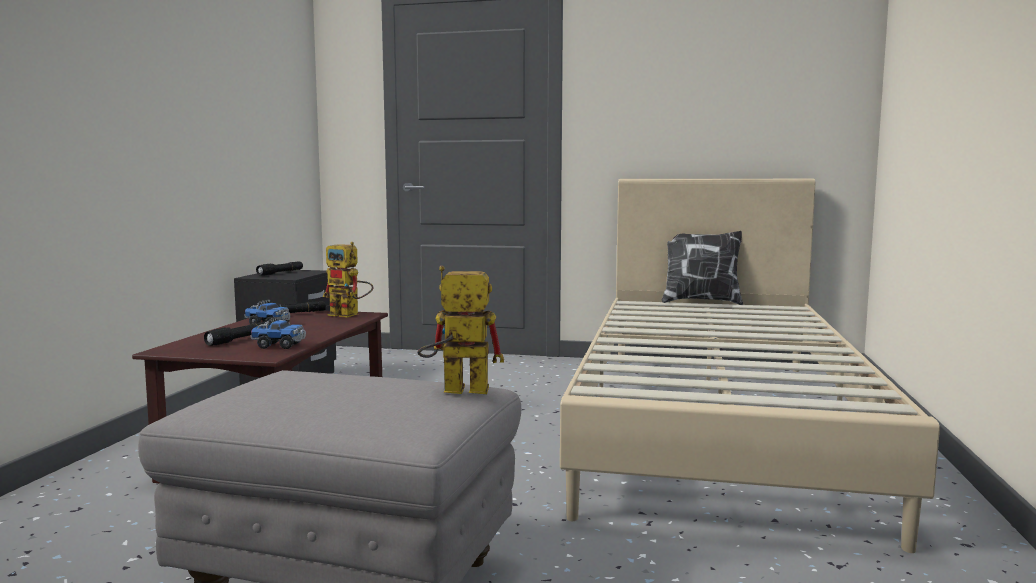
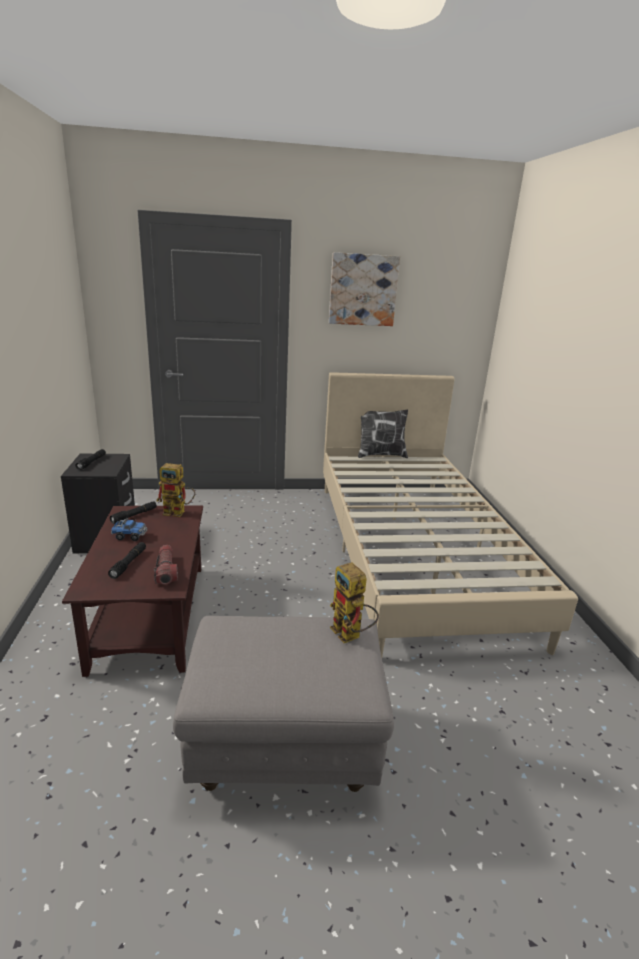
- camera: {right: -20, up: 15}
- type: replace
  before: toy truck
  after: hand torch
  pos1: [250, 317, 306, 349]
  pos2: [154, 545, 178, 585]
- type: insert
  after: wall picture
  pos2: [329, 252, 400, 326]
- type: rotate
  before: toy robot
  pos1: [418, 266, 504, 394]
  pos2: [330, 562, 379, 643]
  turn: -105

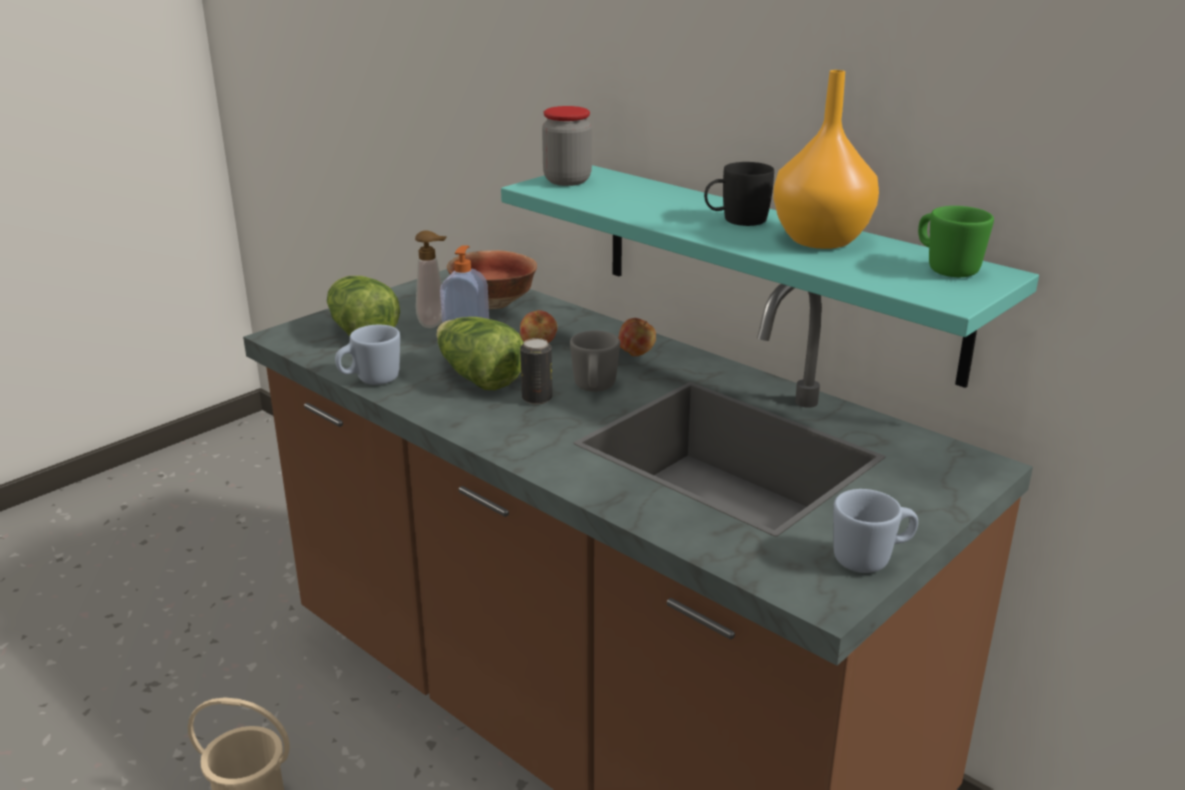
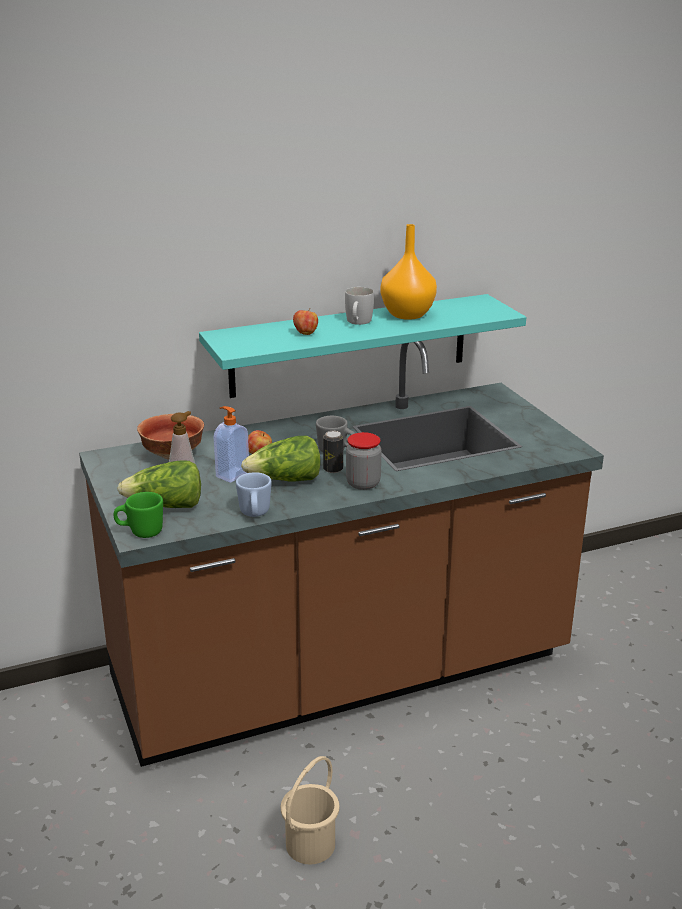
- camera: {right: -65, up: 0}
- type: move
  before: greenish tea mug
  pos1: [918, 206, 994, 277]
  pos2: [113, 492, 163, 538]
- type: move
  before: apple fruit
  pos1: [619, 318, 656, 356]
  pos2: [293, 308, 318, 335]
- type: recolor
  before: black tea mug
  after: whitish tea mug
  pos1: [704, 162, 774, 226]
  pos2: [345, 287, 374, 325]
- type: move
  before: storage jar
  pos1: [542, 106, 592, 186]
  pos2: [346, 432, 381, 490]
- type: delete
  before: bluish tea mug
  pos1: [833, 489, 918, 573]

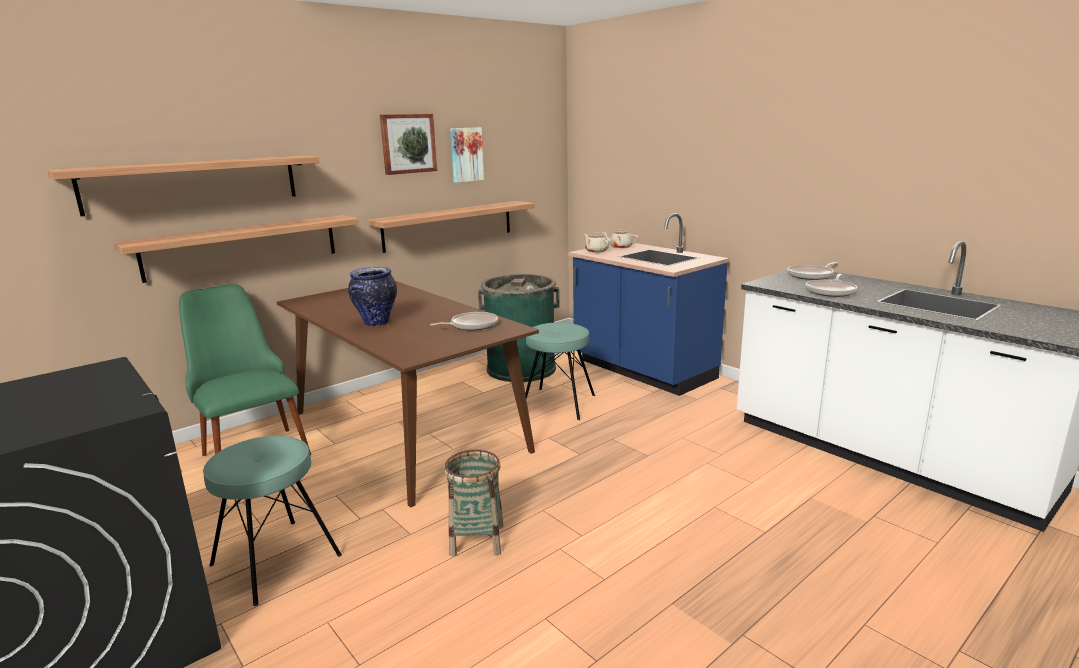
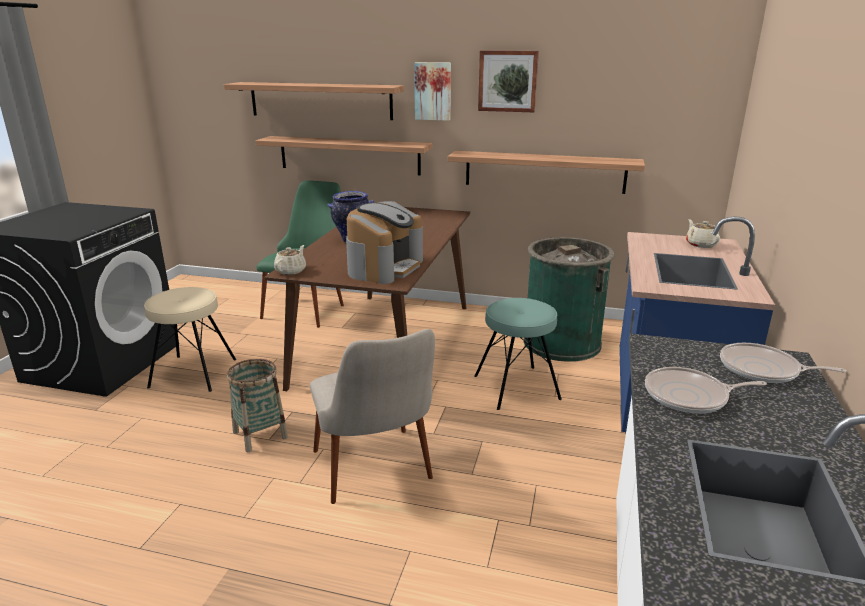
- camera: {right: 55, up: 5}
- type: recolor
  before: turquoise-coloured stool seat
  after: sand-coloured stool seat
  pos1: [203, 436, 342, 606]
  pos2: [144, 287, 237, 392]
- type: move
  before: sand-coloured teapot
  pos1: [584, 232, 609, 252]
  pos2: [274, 245, 306, 275]
- type: insert
  after: sand-coloured plain chair
  pos2: [310, 329, 435, 504]
- type: replace
  before: skillet
  after: coffee brewer
  pos1: [430, 312, 498, 330]
  pos2: [346, 201, 423, 284]
- type: move
  before: wall picture
  pos1: [450, 127, 484, 183]
  pos2: [414, 62, 451, 121]

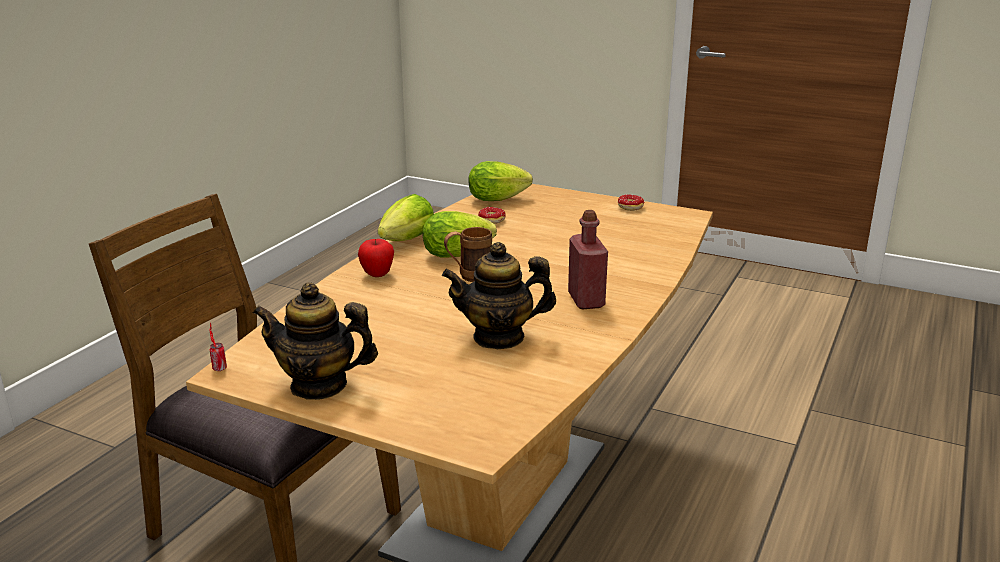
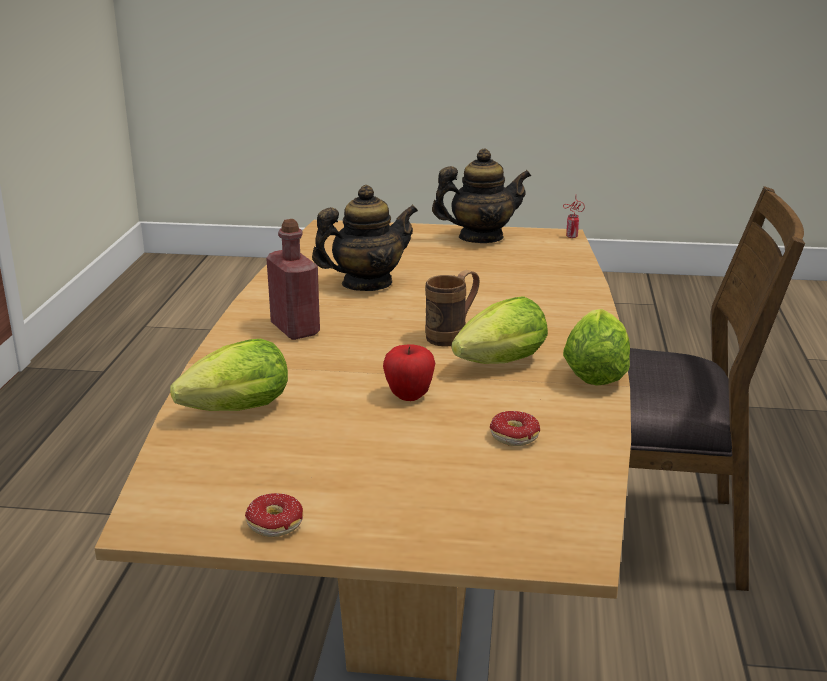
- camera: {right: 160, up: 0}
- type: move
  before: head of lettuce
  pos1: [468, 161, 533, 201]
  pos2: [170, 339, 288, 411]
- type: move
  before: apple fruit
  pos1: [358, 239, 394, 277]
  pos2: [383, 344, 435, 401]

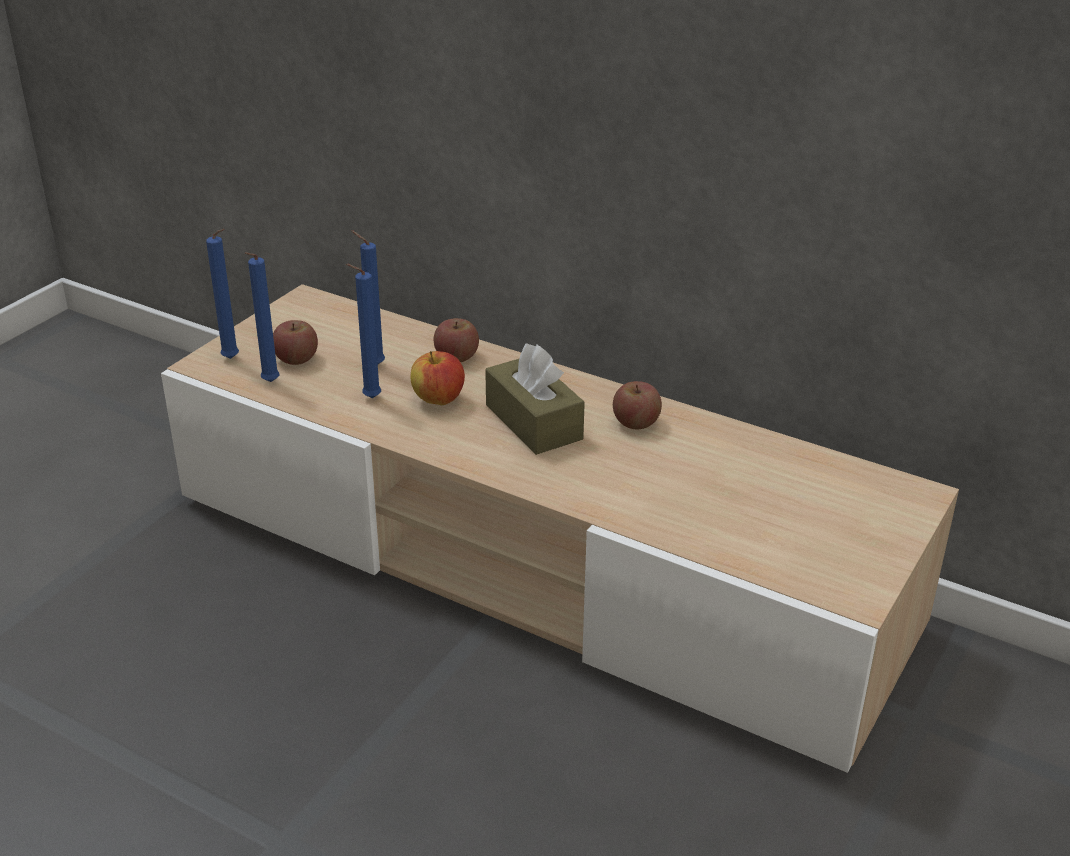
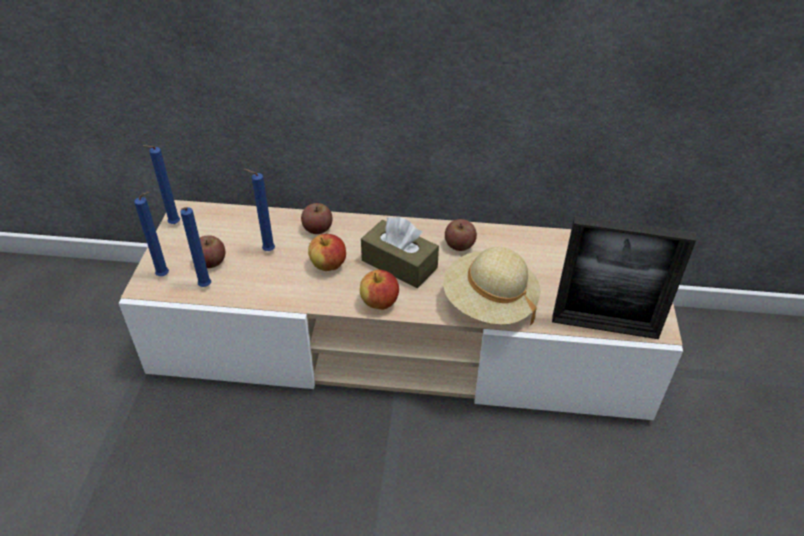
- camera: {right: -25, up: 10}
- type: move
  before: bluish wax light
  pos1: [346, 264, 381, 398]
  pos2: [143, 145, 180, 224]
- type: insert
  after: apple fruit
  pos2: [360, 270, 399, 310]
- type: insert
  after: sand-coloured hat
  pos2: [443, 247, 541, 325]
- type: insert
  after: picture frame
  pos2: [552, 216, 696, 339]

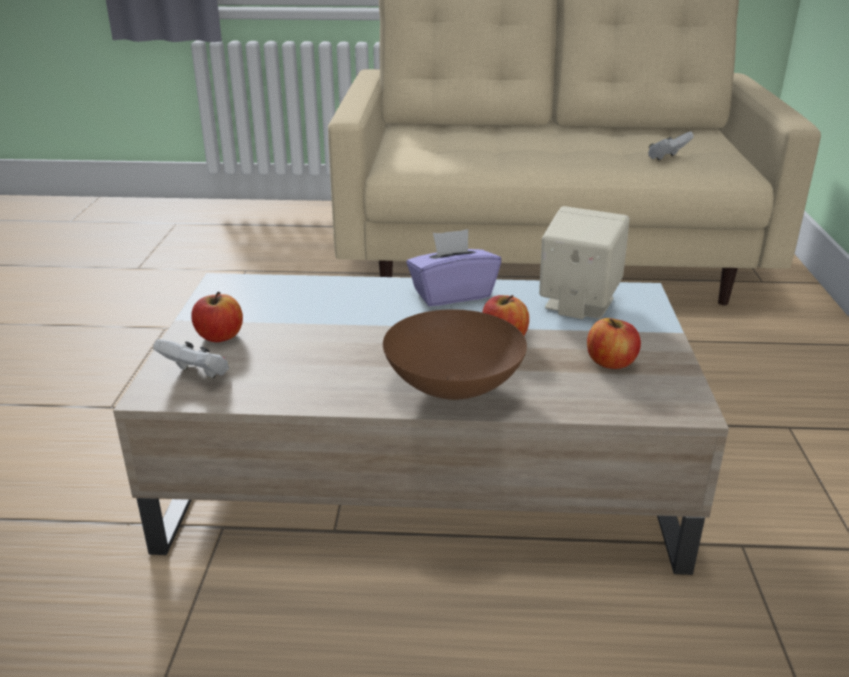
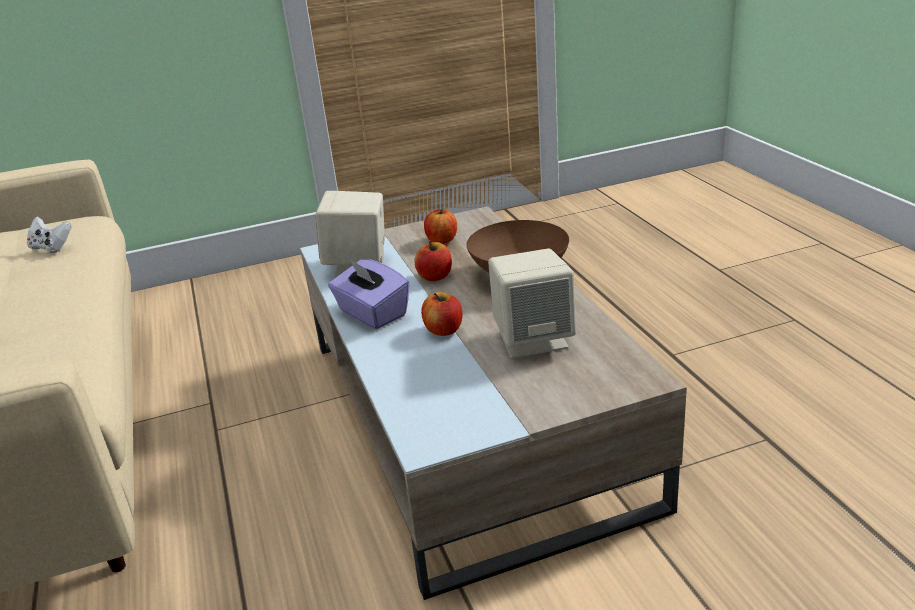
- camera: {right: -110, up: 0}
- type: move
  before: apple fruit
  pos1: [191, 291, 243, 342]
  pos2: [421, 292, 463, 336]
- type: insert
  after: sand-coloured loudspeaker
  pos2: [488, 248, 576, 358]
- type: delete
  before: whitish joypad
  pos1: [153, 339, 229, 378]

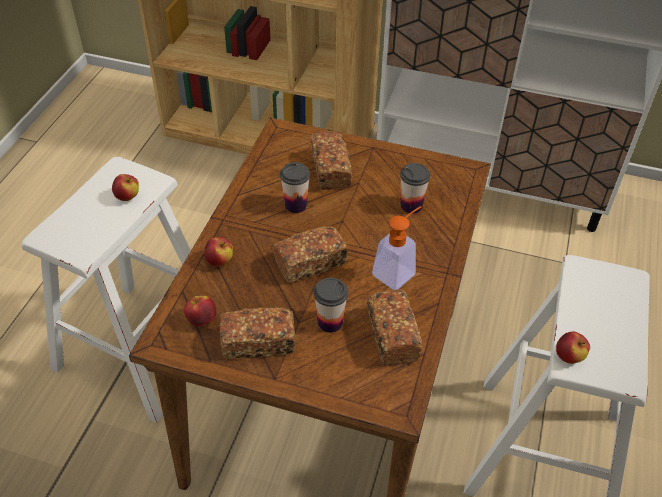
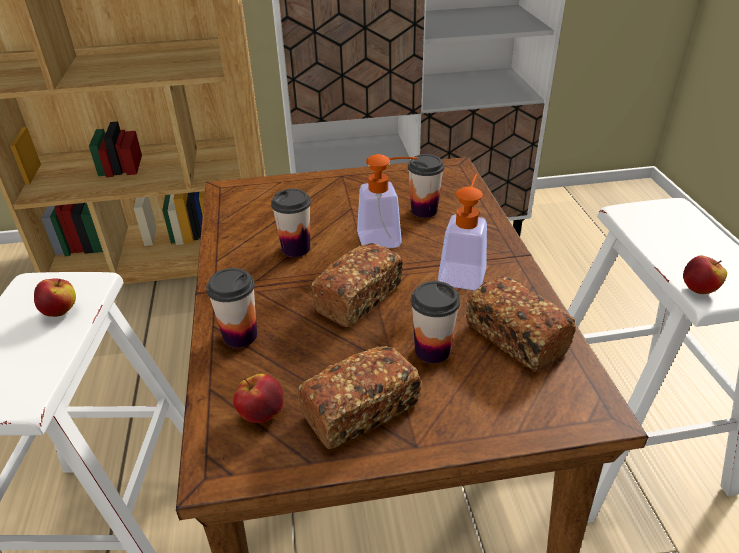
- camera: {right: -25, up: -10}
- type: replace
  before: apple fruit
  after: cup
  pos1: [204, 237, 233, 266]
  pos2: [206, 268, 257, 348]
- type: insert
  after: soap bottle
  pos2: [357, 154, 418, 248]
- type: delete
  before: bread
  pos1: [311, 131, 352, 190]

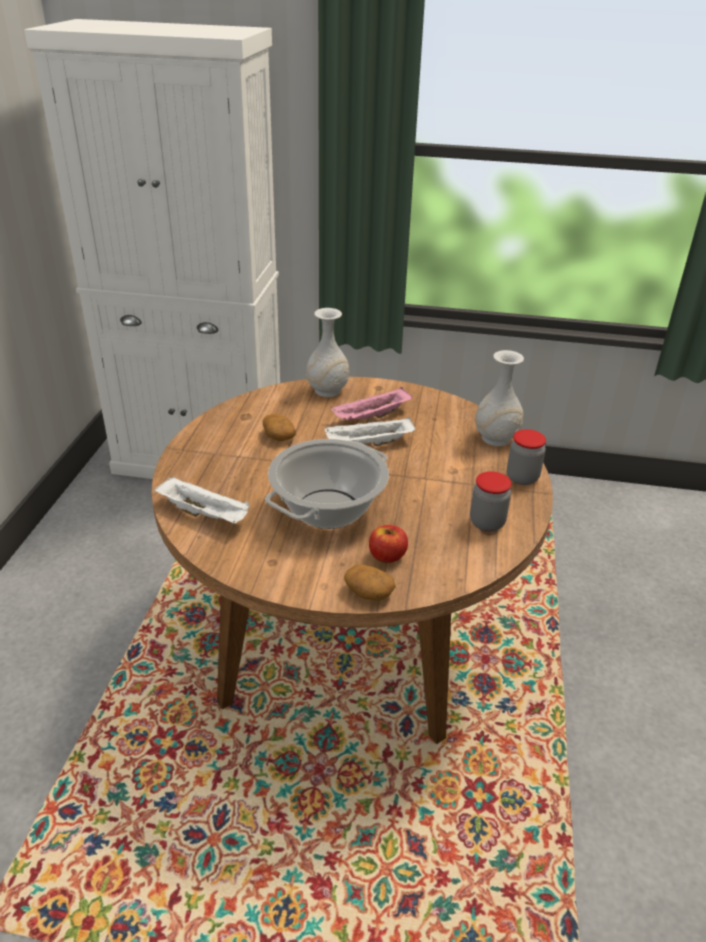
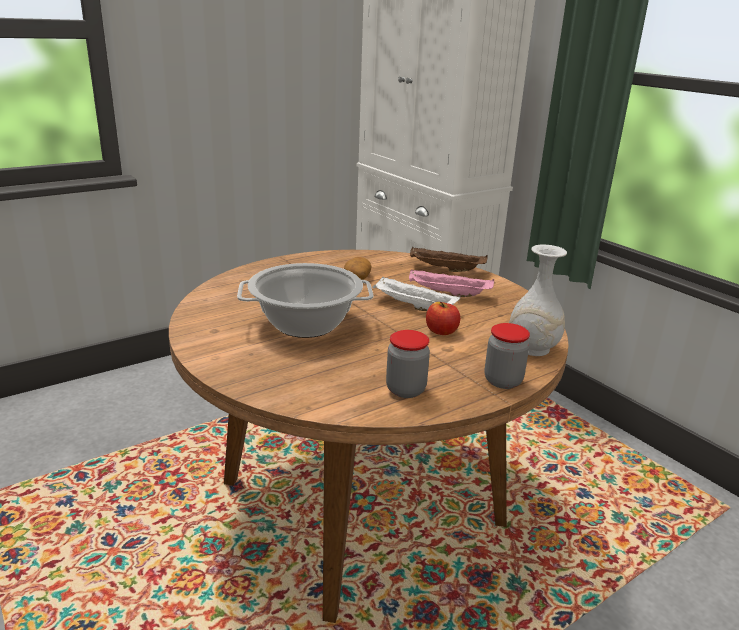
- camera: {right: 45, up: -10}
- type: replace
  before: whitish vase
  after: brownish carrying tray
  pos1: [306, 308, 349, 397]
  pos2: [410, 247, 488, 272]
- type: move
  before: apple fruit
  pos1: [369, 525, 408, 563]
  pos2: [426, 302, 460, 335]
- type: delete
  before: whitish carrying tray
  pos1: [154, 477, 250, 524]
- type: delete
  before: spud
  pos1: [344, 564, 396, 600]

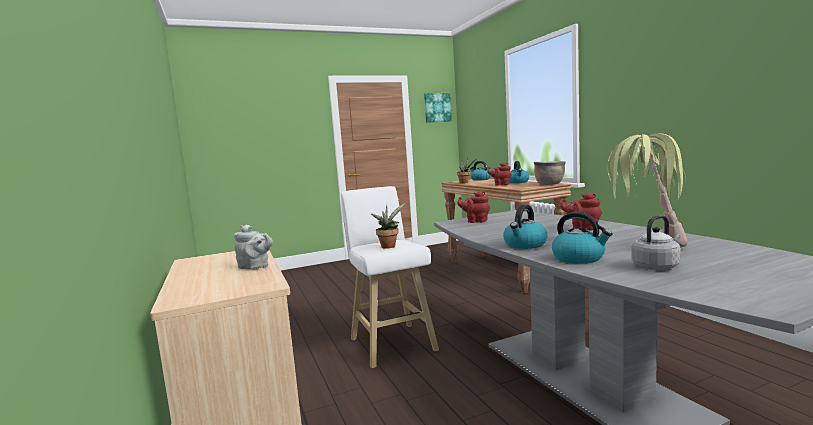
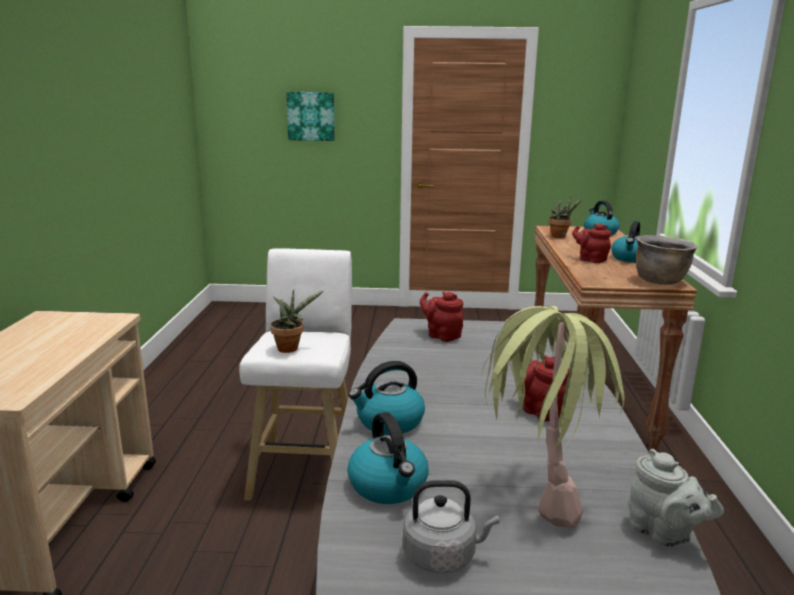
- camera: {right: 25, up: 10}
- type: move
  before: wall picture
  pos1: [424, 93, 452, 123]
  pos2: [286, 92, 335, 141]
- type: move
  before: grey teapot
  pos1: [234, 225, 273, 270]
  pos2: [629, 449, 724, 547]

